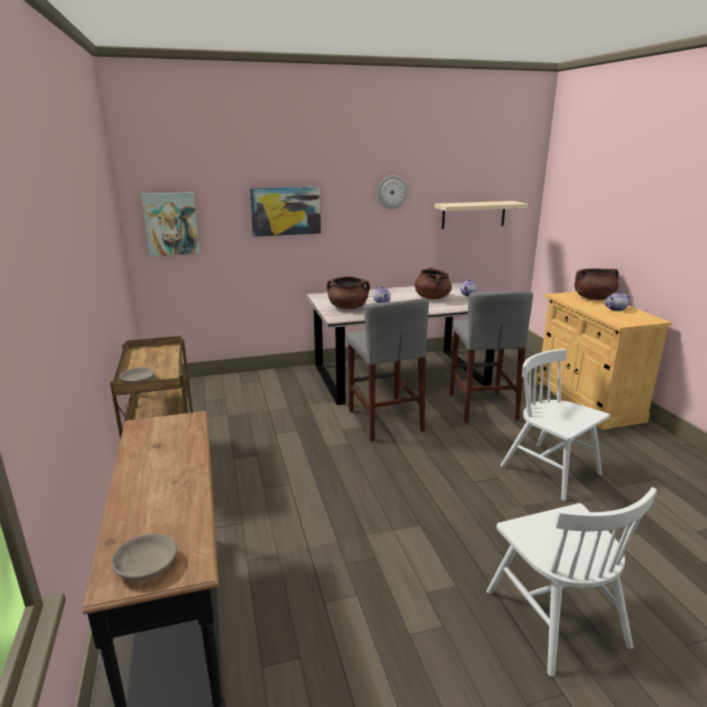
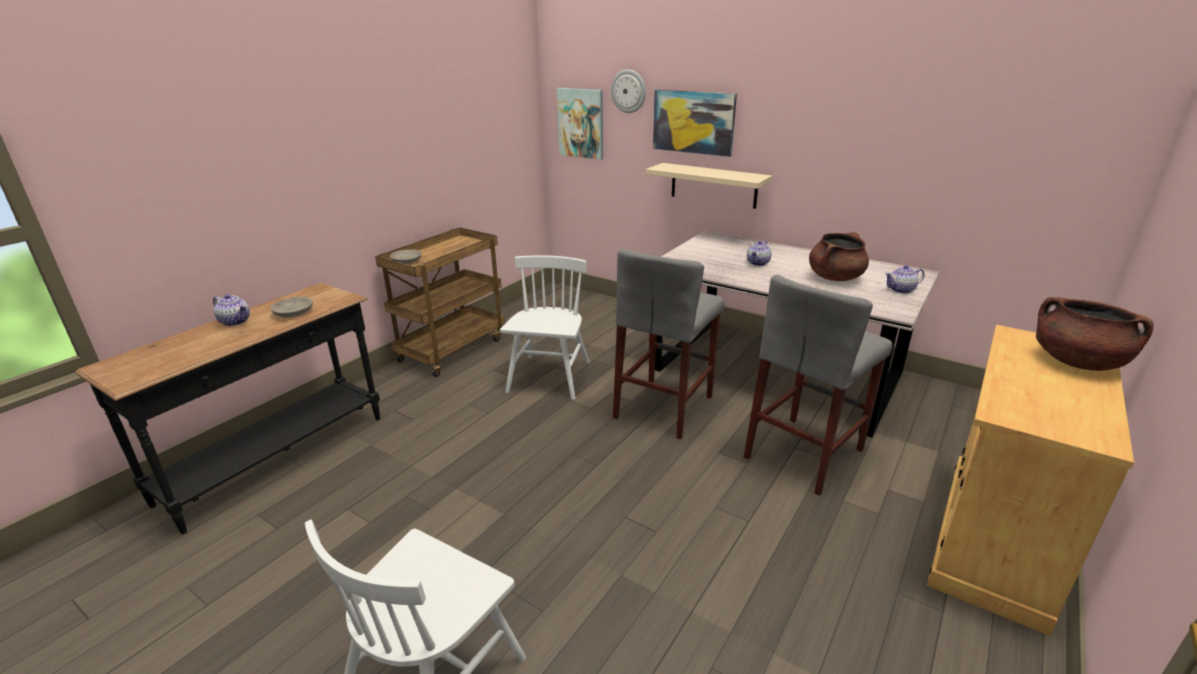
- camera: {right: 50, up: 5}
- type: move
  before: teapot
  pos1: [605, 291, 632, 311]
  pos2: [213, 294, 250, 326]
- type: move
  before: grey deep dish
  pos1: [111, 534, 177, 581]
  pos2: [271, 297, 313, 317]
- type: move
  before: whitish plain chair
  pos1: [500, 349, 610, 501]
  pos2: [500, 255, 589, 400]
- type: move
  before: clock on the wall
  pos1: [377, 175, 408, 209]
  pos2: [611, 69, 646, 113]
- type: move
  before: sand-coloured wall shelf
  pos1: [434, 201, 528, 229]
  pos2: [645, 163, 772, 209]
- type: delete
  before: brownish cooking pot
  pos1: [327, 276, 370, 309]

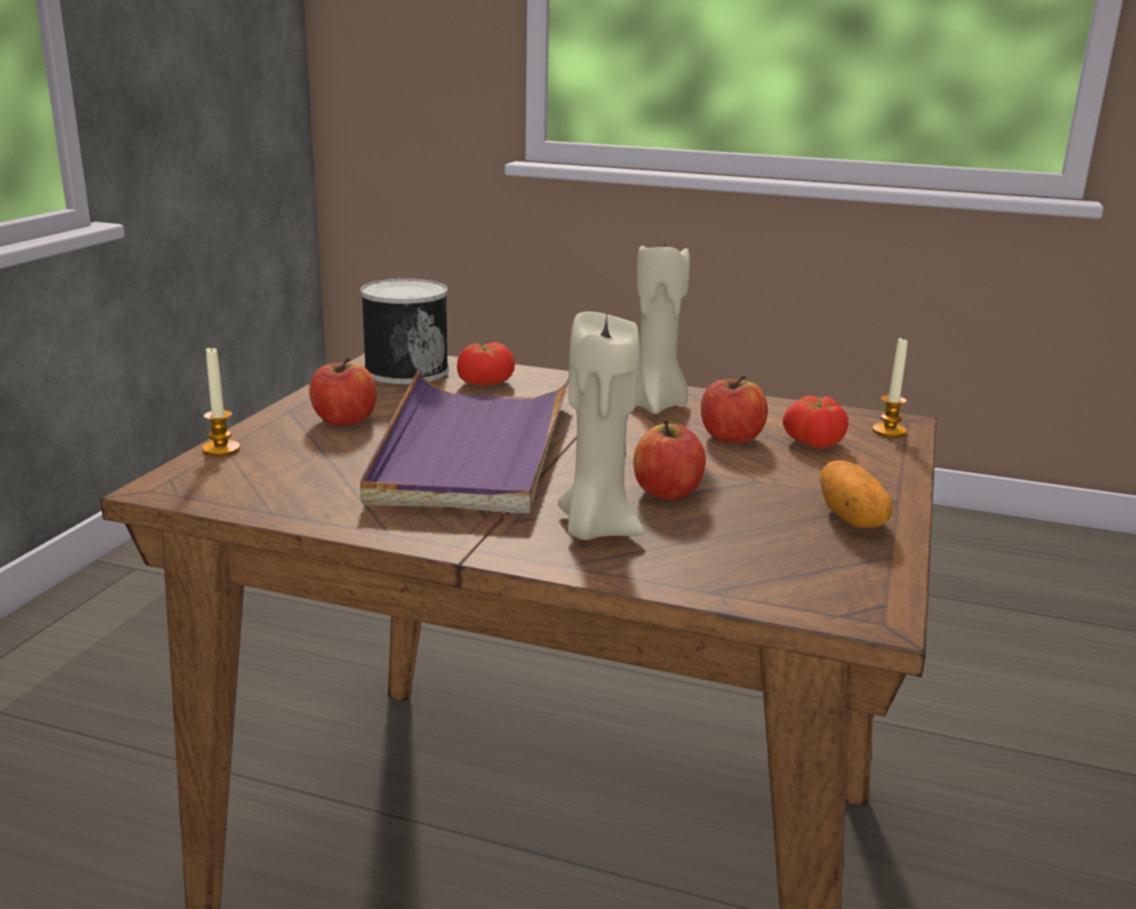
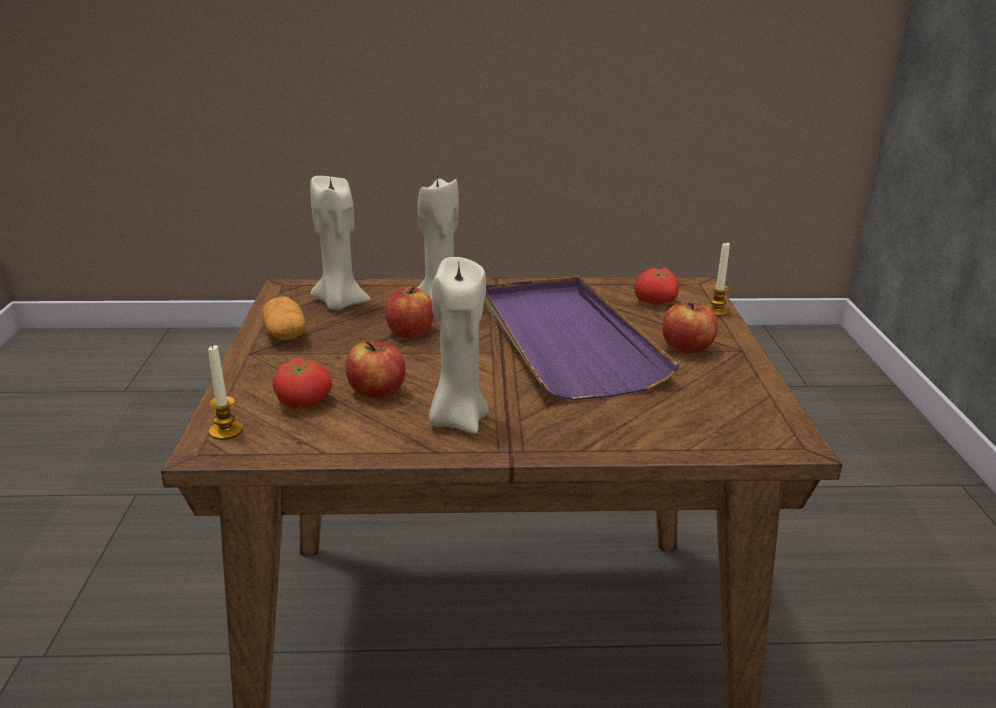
- camera: {right: 160, up: 5}
- type: insert
  after: sand-coloured wax light
  pos2: [310, 175, 370, 310]
- type: move
  before: tomato
  pos1: [457, 342, 515, 386]
  pos2: [634, 268, 679, 305]
- type: delete
  before: can
  pos1: [360, 279, 449, 384]

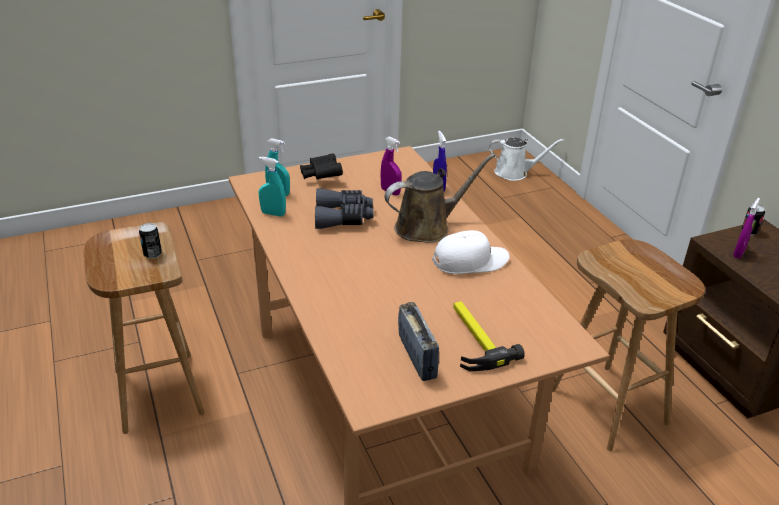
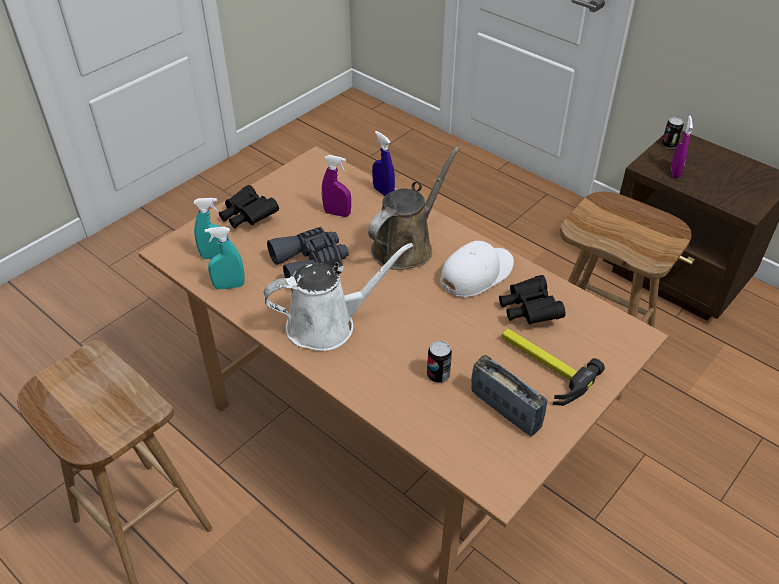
- camera: {right: -25, up: 10}
- type: move
  before: whitish watering pot
  pos1: [489, 138, 564, 181]
  pos2: [263, 243, 413, 351]
- type: move
  before: can
  pos1: [139, 223, 162, 259]
  pos2: [427, 340, 452, 383]
- type: insert
  after: black pair of binoculars
  pos2: [499, 275, 565, 324]

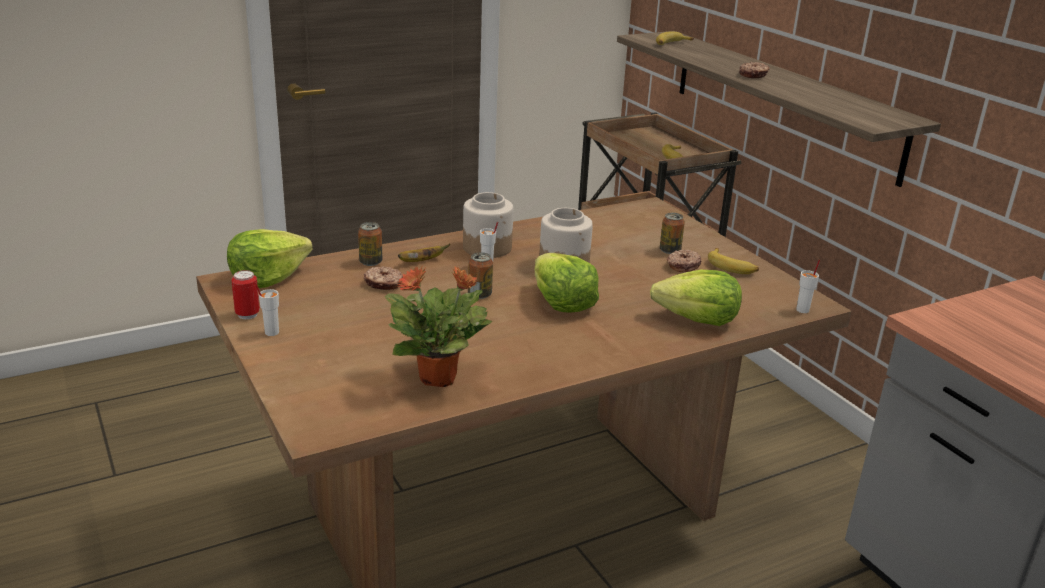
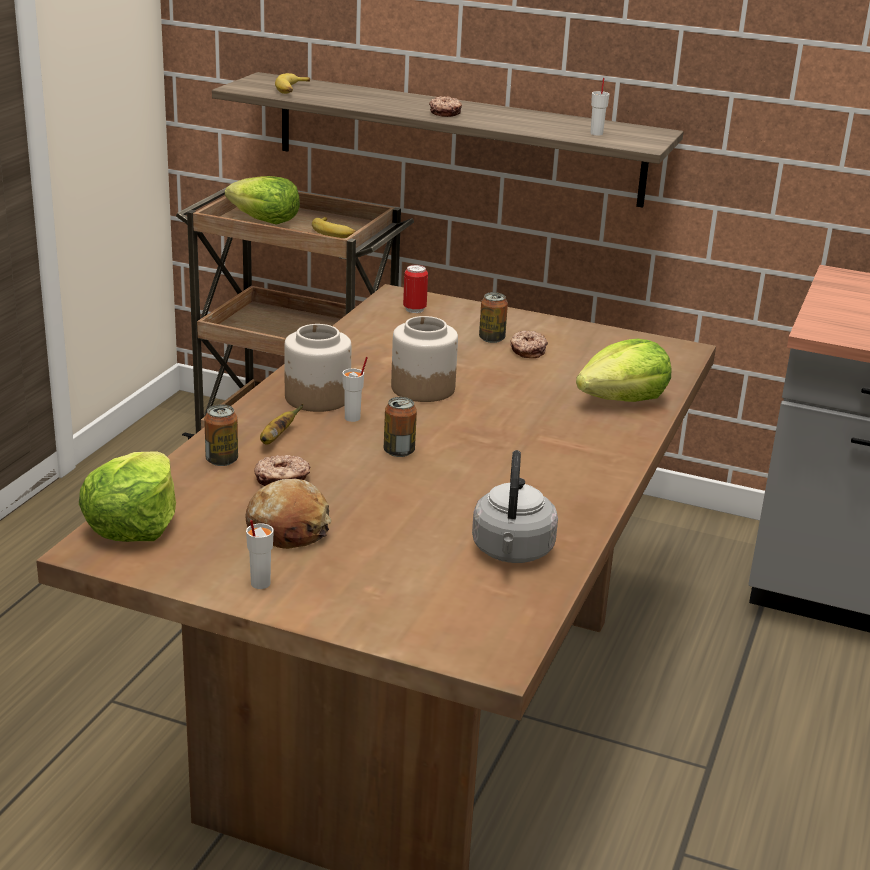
- camera: {right: -40, up: 0}
- type: move
  before: head of lettuce
  pos1: [535, 253, 599, 313]
  pos2: [225, 176, 300, 225]
- type: insert
  after: bread
  pos2: [245, 479, 332, 549]
- type: move
  before: can
  pos1: [232, 270, 260, 319]
  pos2: [403, 265, 428, 313]
- type: replace
  before: plant in a pot
  after: grey kettle
  pos1: [384, 266, 492, 387]
  pos2: [472, 450, 558, 563]
- type: move
  before: whitish cup
  pos1: [796, 260, 820, 313]
  pos2: [590, 78, 610, 136]
- type: delete
  before: banana
  pos1: [708, 248, 759, 274]

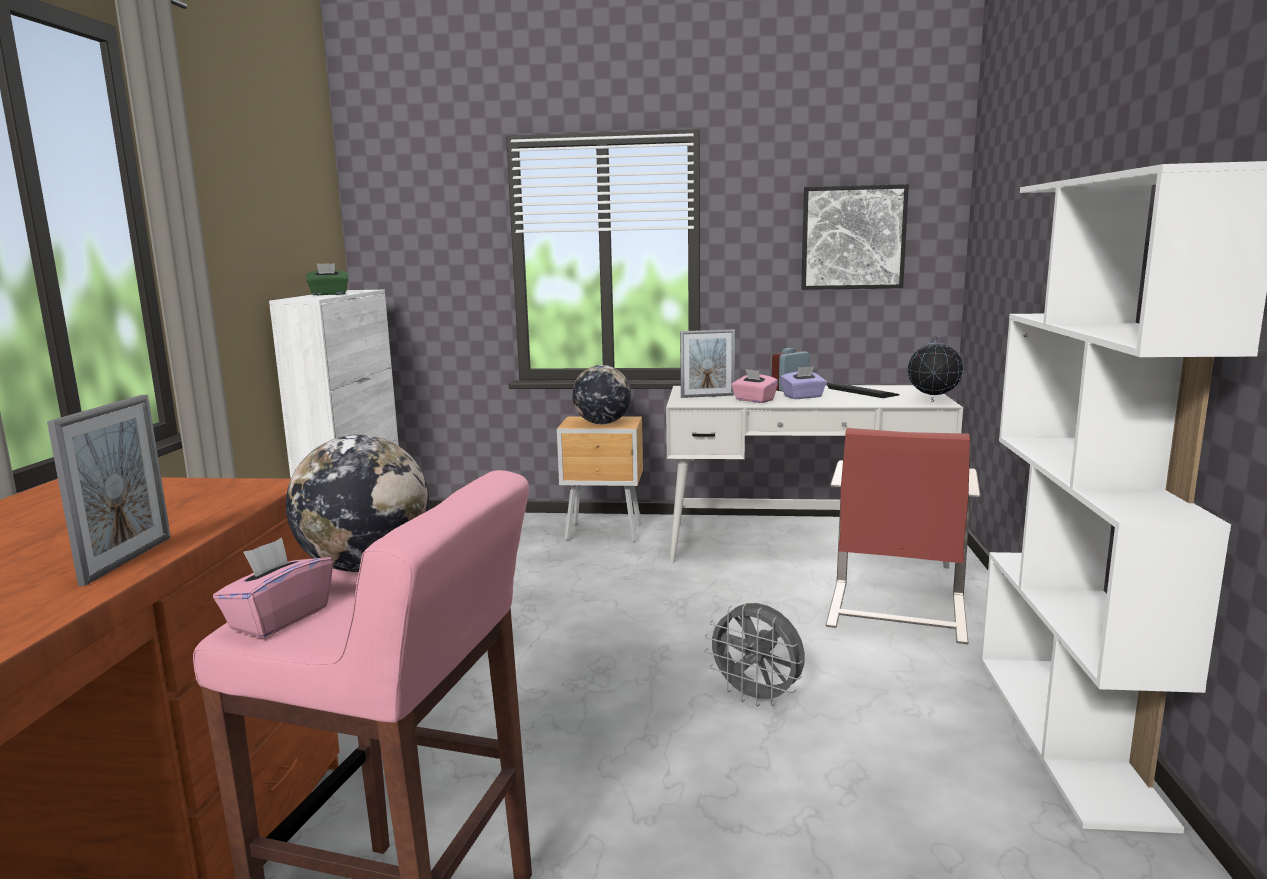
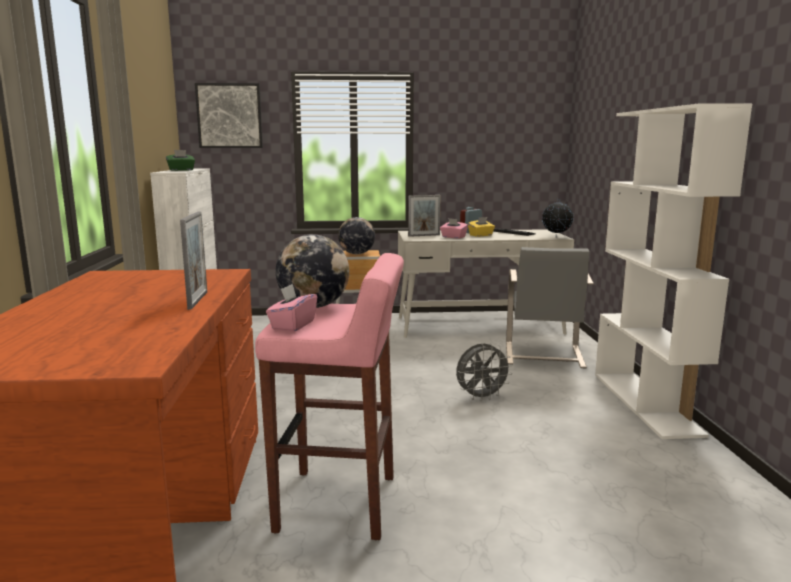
- camera: {right: -10, up: 0}
- type: move
  before: wall picture
  pos1: [801, 184, 909, 290]
  pos2: [195, 83, 263, 148]
- type: rotate
  before: grey electric fan
  pos1: [705, 603, 805, 707]
  pos2: [456, 343, 513, 401]
  turn: -45
- type: recolor
  before: purple box of tissues
  after: yellow box of tissues
  pos1: [780, 366, 827, 399]
  pos2: [468, 217, 495, 237]
- type: recolor
  before: reddish plain chair
  after: grey plain chair
  pos1: [826, 428, 980, 644]
  pos2: [506, 247, 594, 368]

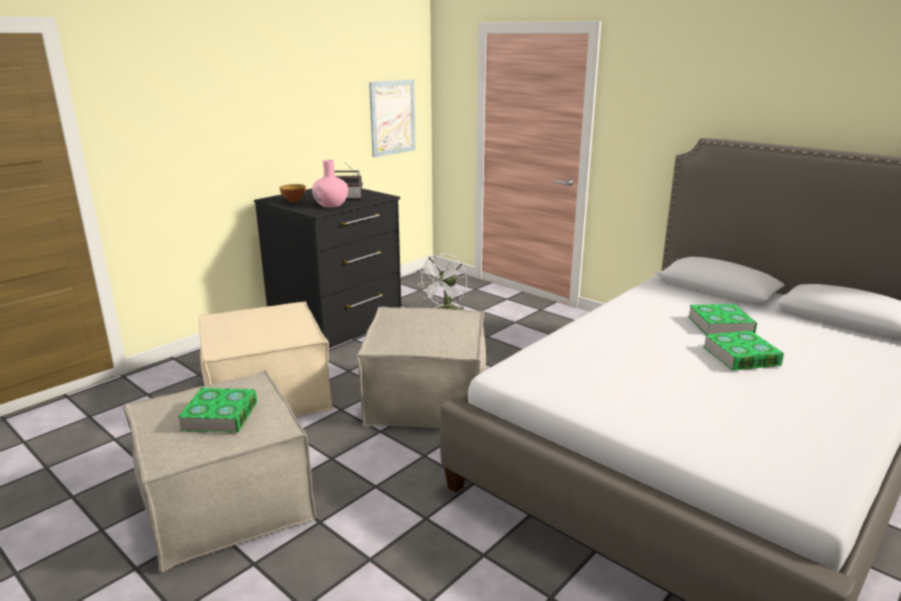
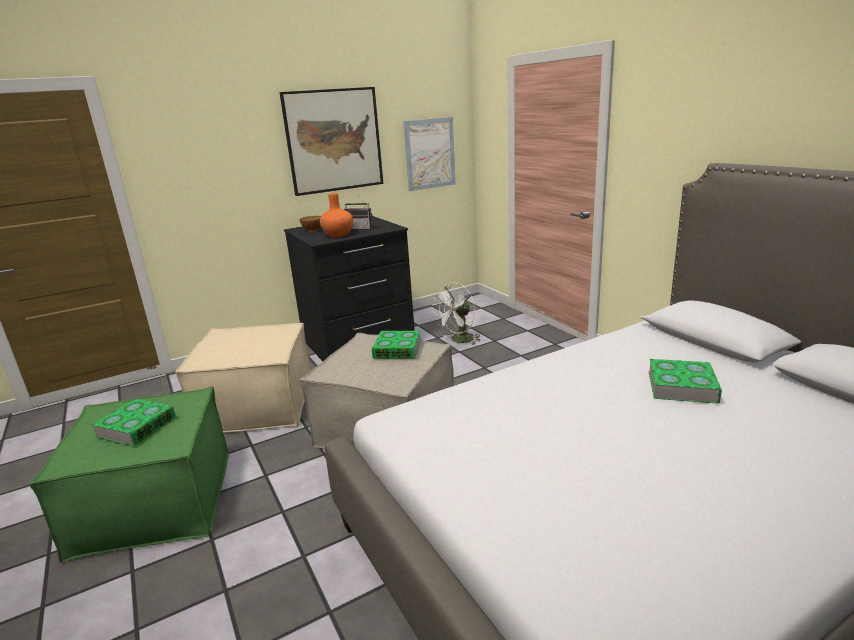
- camera: {right: 20, up: 0}
- type: recolor
  before: sand-coloured ottoman
  after: greenish ottoman
  pos1: [123, 370, 316, 573]
  pos2: [30, 386, 229, 563]
- type: insert
  after: wall picture
  pos2: [279, 87, 383, 196]
- type: recolor
  before: pink-coloured vase
  after: orange-coloured vase
  pos1: [312, 160, 348, 208]
  pos2: [320, 193, 353, 237]
- type: move
  before: volume
  pos1: [703, 331, 784, 371]
  pos2: [372, 331, 421, 359]

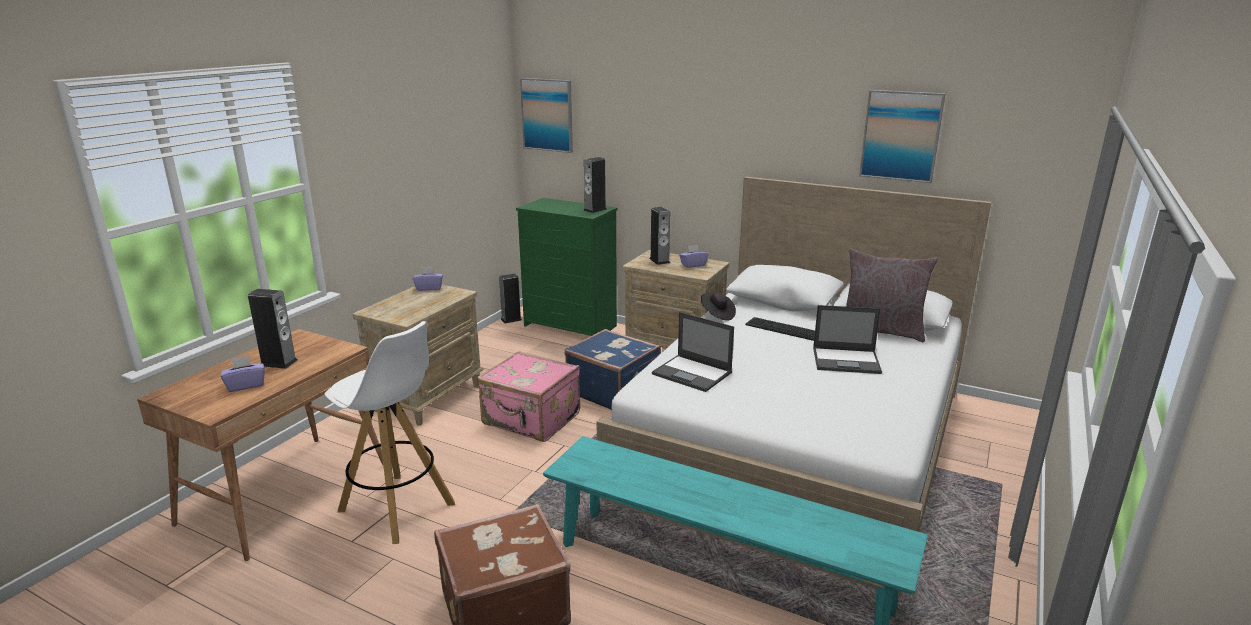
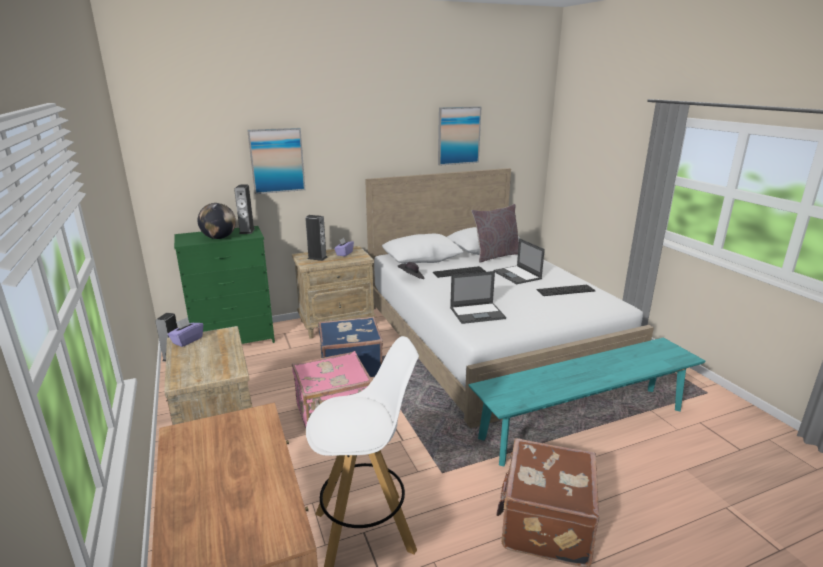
- camera: {right: -50, up: 0}
- type: insert
  after: desk globe
  pos2: [198, 203, 236, 239]
- type: move
  before: wall picture
  pos1: [520, 78, 573, 153]
  pos2: [247, 128, 305, 194]
- type: rotate
  before: portable computer
  pos1: [813, 305, 882, 374]
  pos2: [494, 238, 545, 284]
  turn: 105
- type: insert
  after: keyboard
  pos2: [537, 285, 596, 296]
- type: delete
  before: purple box of tissues
  pos1: [221, 355, 265, 392]
- type: delete
  before: loudspeaker
  pos1: [248, 289, 298, 369]

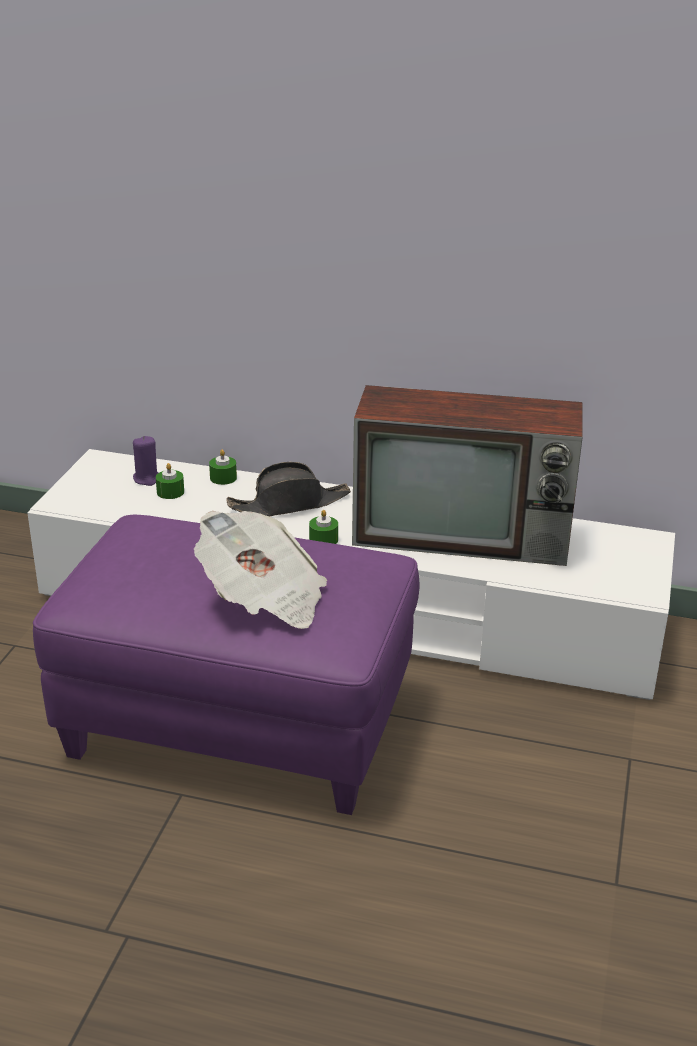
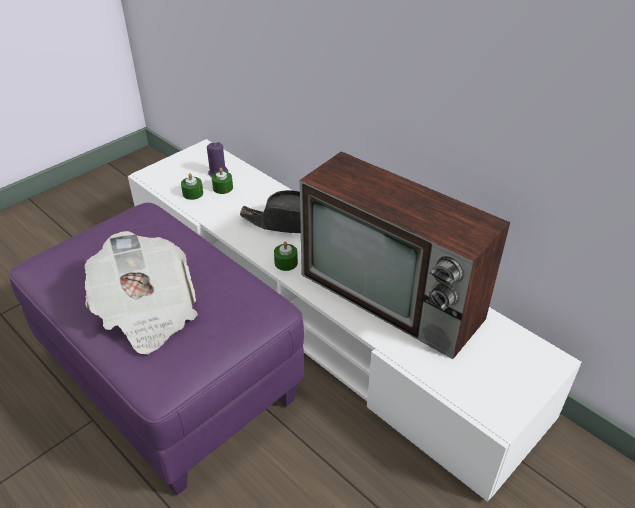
- camera: {right: 30, up: 10}
- type: move
  before: greenish wax light
  pos1: [209, 450, 237, 485]
  pos2: [181, 173, 203, 200]

